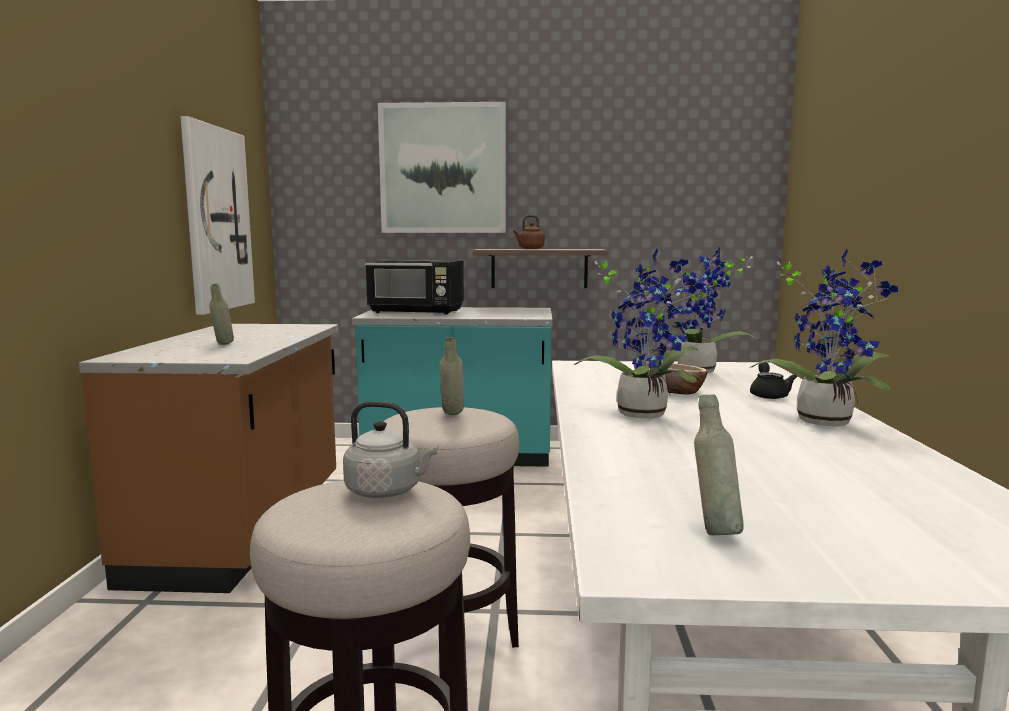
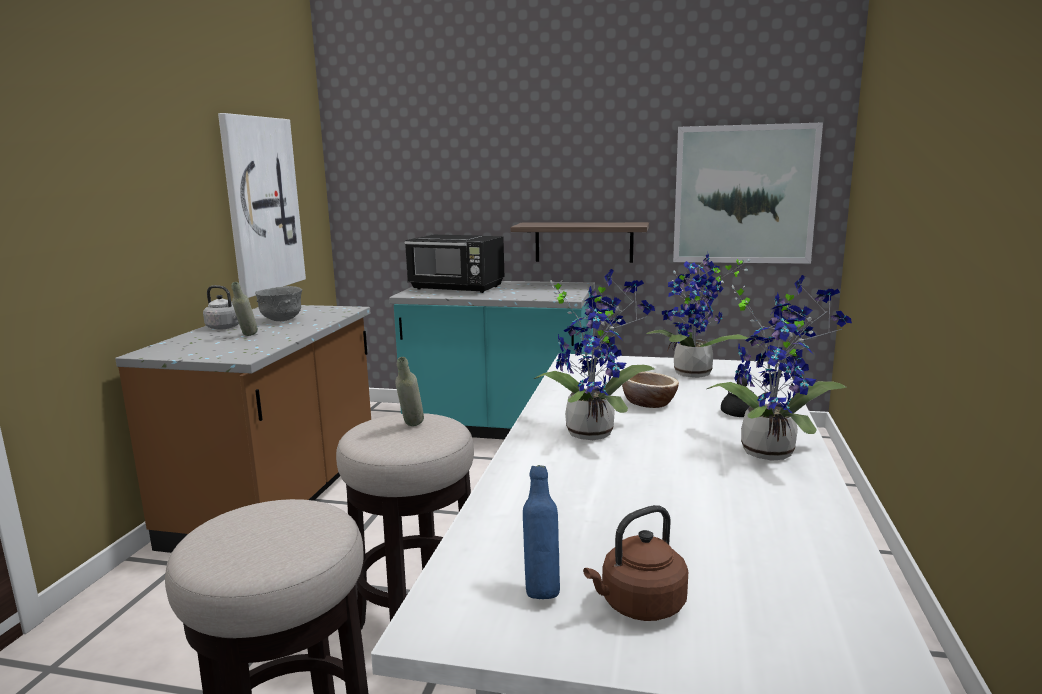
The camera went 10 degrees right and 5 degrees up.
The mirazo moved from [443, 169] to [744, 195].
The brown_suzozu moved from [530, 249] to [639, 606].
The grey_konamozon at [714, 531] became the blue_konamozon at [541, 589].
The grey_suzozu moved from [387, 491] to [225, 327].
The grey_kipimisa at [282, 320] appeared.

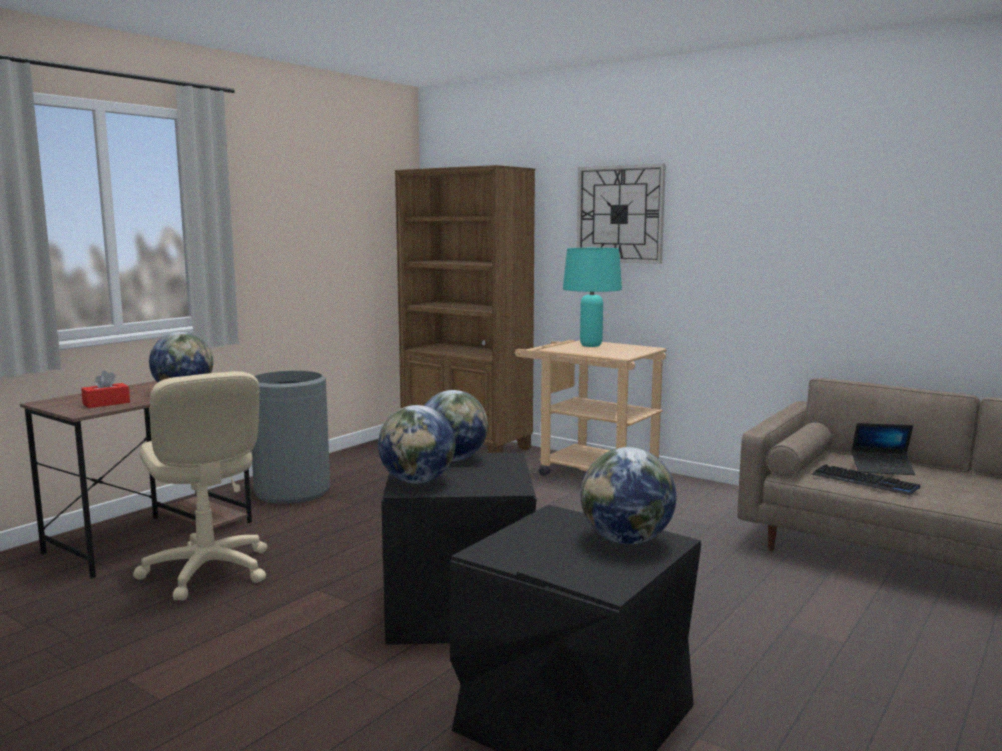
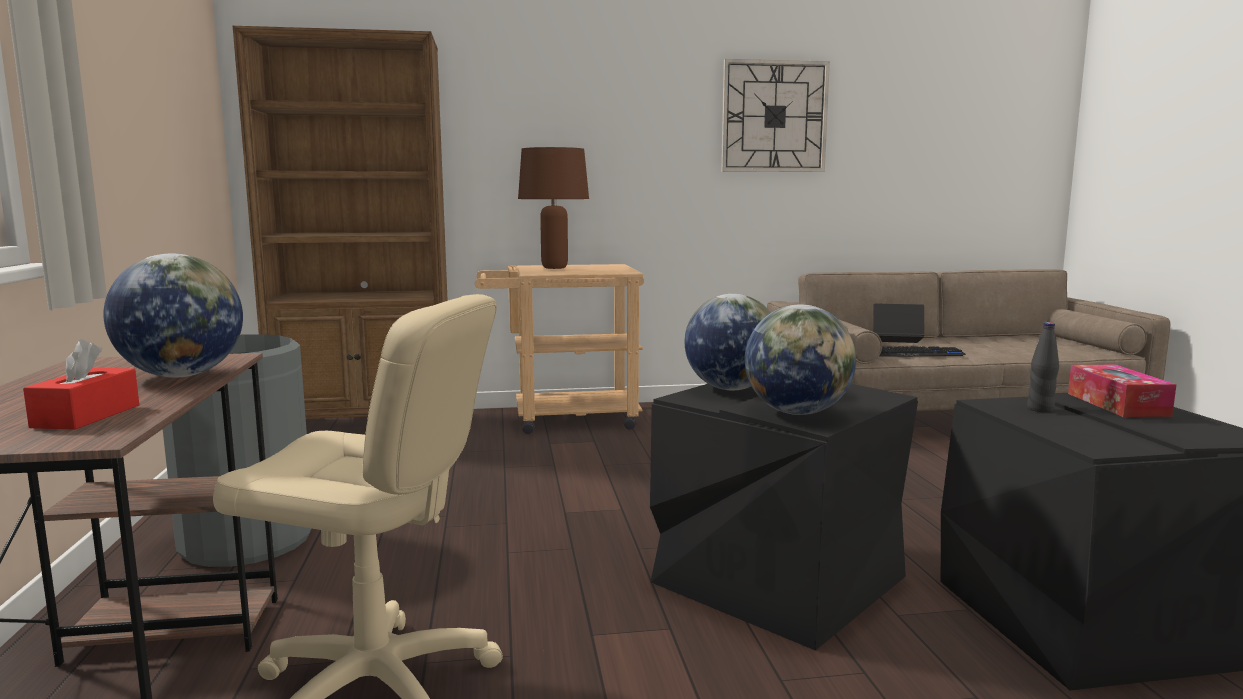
The camera went 45 degrees left and 0 degrees up.
The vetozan moved from [620, 214] to [774, 117].
The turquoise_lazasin at [591, 345] became the brown_lazasin at [554, 268].
The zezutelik at [882, 469] turned 135 degrees counterclockwise.
The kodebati at [626, 540] was replaced by the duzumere at [1117, 404].
The black_konamozon at [1040, 409] appeared.

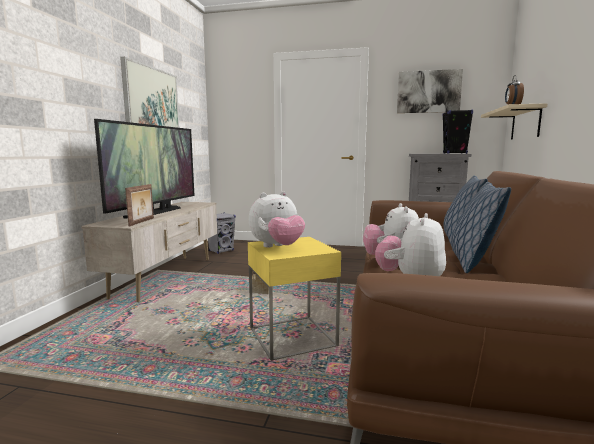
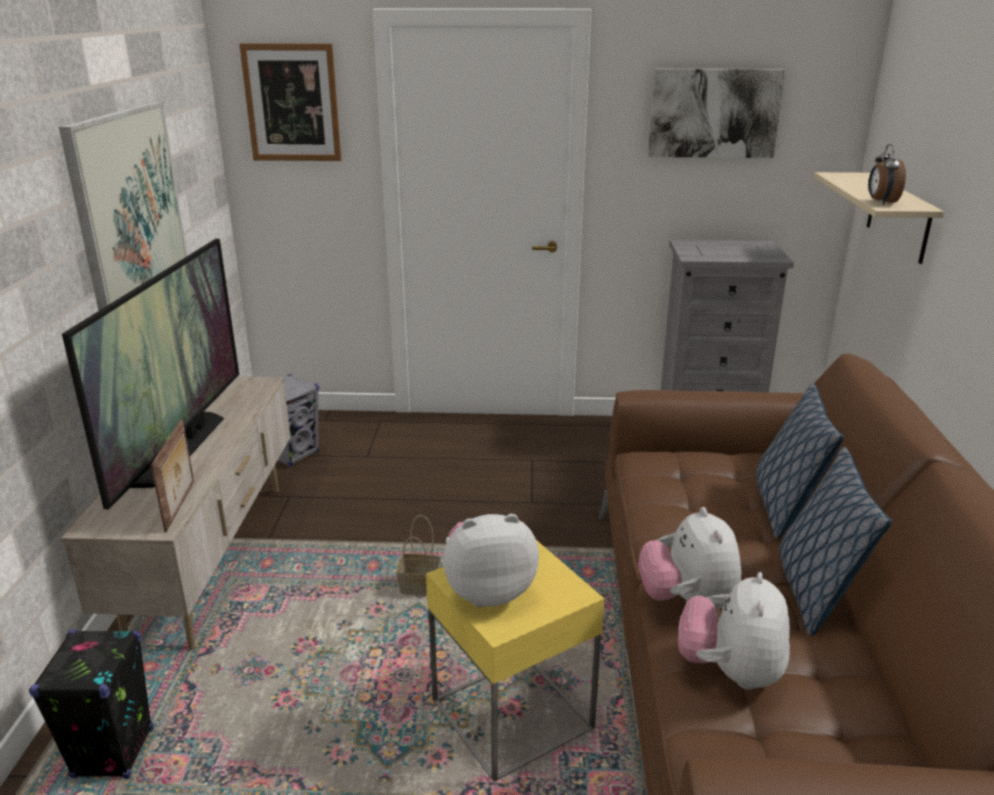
The camera went 10 degrees left and 15 degrees up.
The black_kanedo moved from [454, 153] to [113, 754].
The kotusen at [277, 247] turned 150 degrees counterclockwise.
The mirazo at [292, 103] appeared.

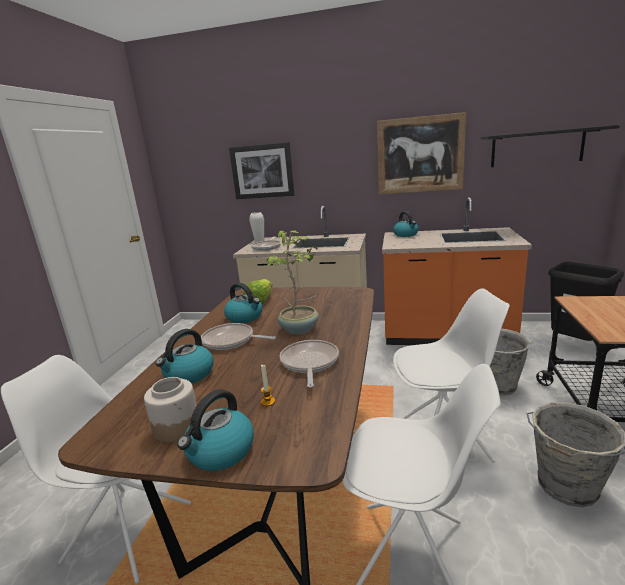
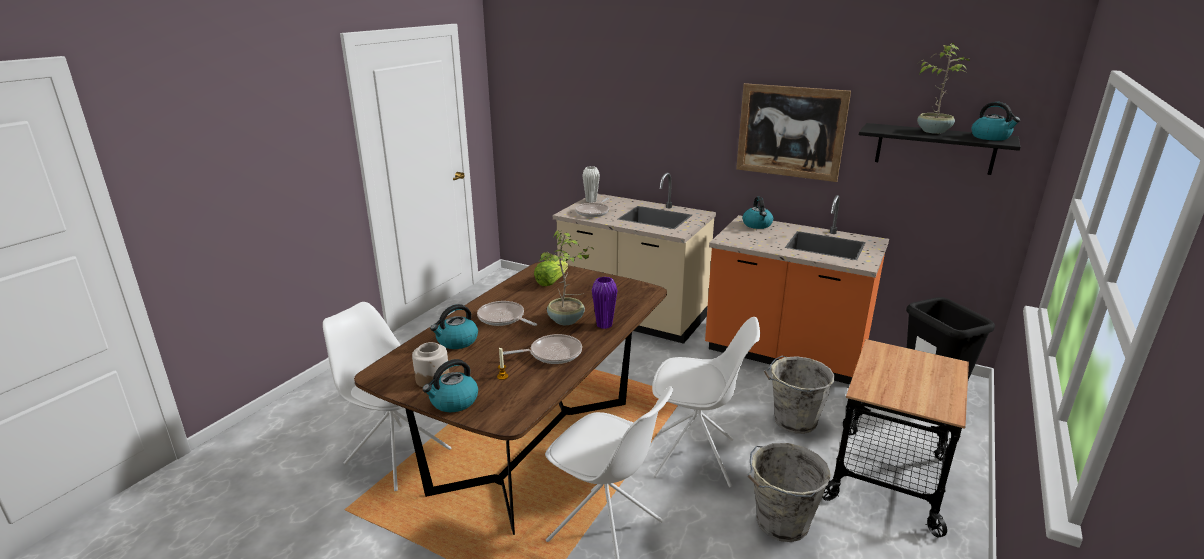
The camera went 15 degrees right and 5 degrees up.
The mirazo at [262, 171] disappeared.
The suzozu moved from [245, 317] to [991, 137].
The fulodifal at [309, 363] turned 60 degrees clockwise.
The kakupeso at [933, 131] appeared.
The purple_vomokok at [604, 325] appeared.

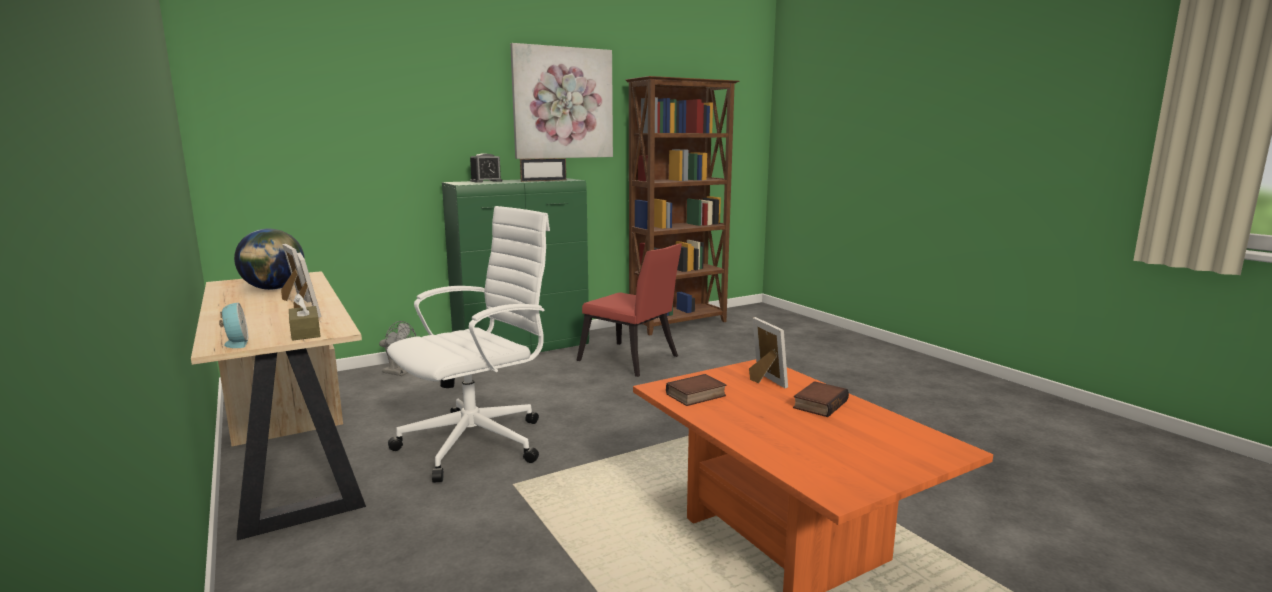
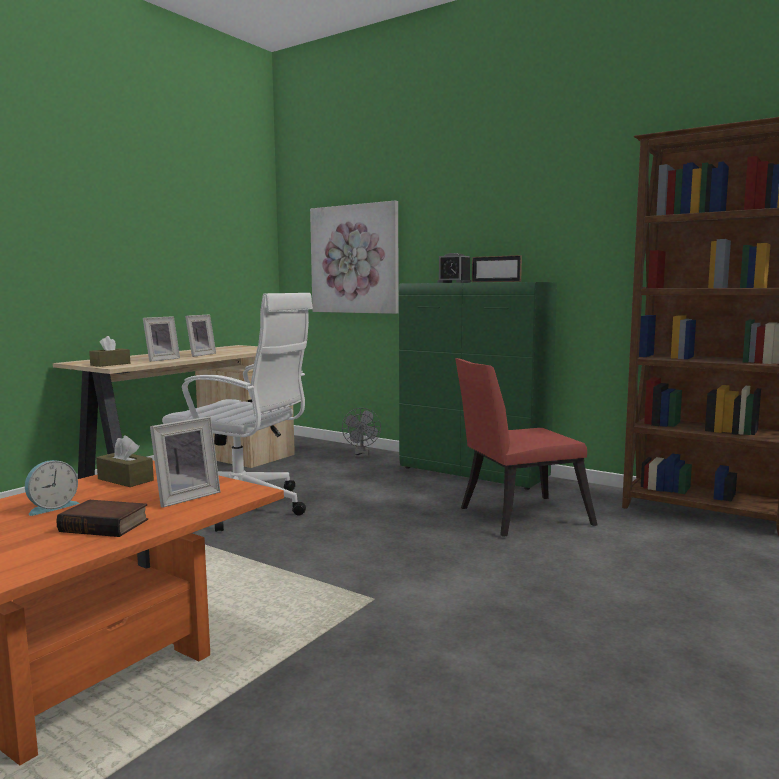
The camera went 65 degrees right and 5 degrees down.
The mirazo moved from [563, 103] to [354, 259].
The kodebati at [274, 289] disappeared.
The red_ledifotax at [632, 361] turned 60 degrees clockwise.
The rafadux moved from [236, 343] to [51, 507].
The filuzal at [696, 396] was replaced by the brown_duzumere at [125, 479].

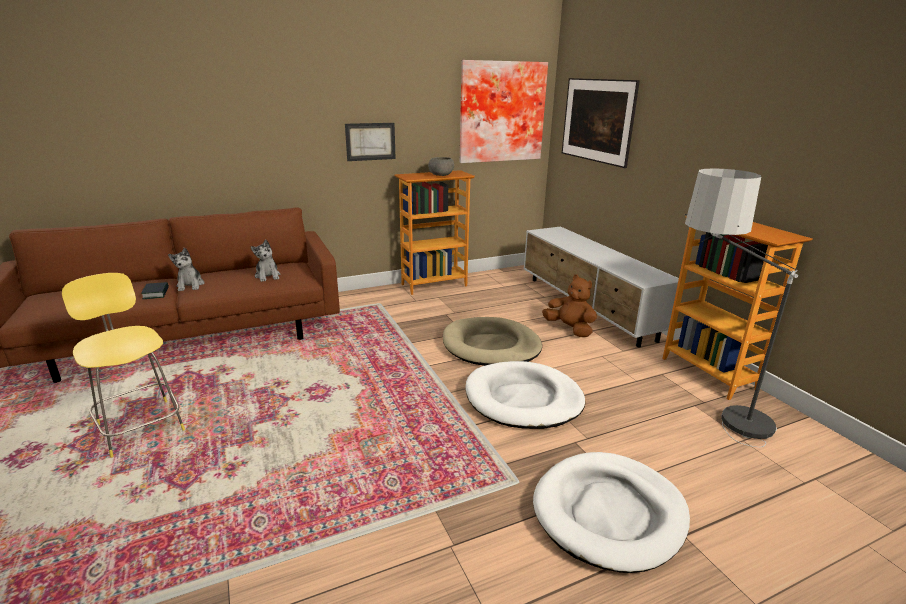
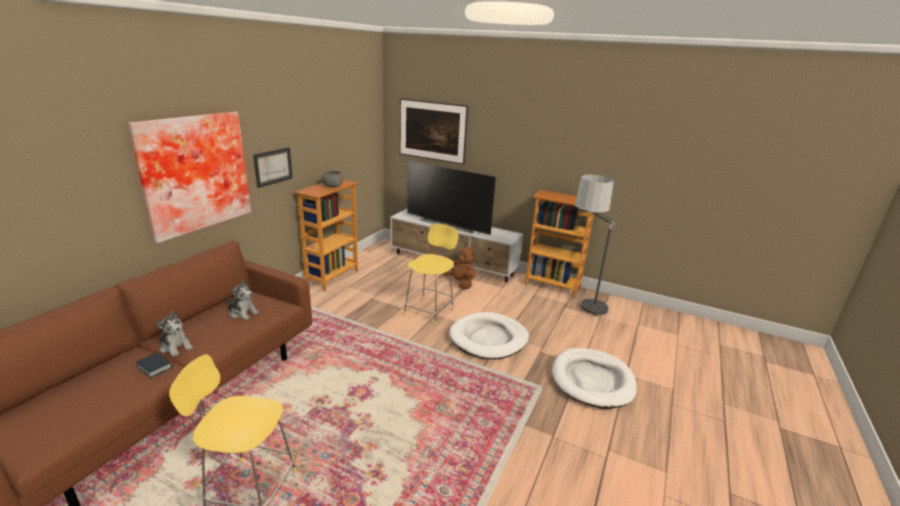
The camera went 40 degrees left and 0 degrees up.
The mirazo moved from [501, 112] to [194, 172].
The brown_kotusen at [570, 329] turned 45 degrees clockwise.
The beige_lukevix at [491, 346] was replaced by the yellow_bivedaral at [430, 311].
The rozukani at [449, 224] appeared.

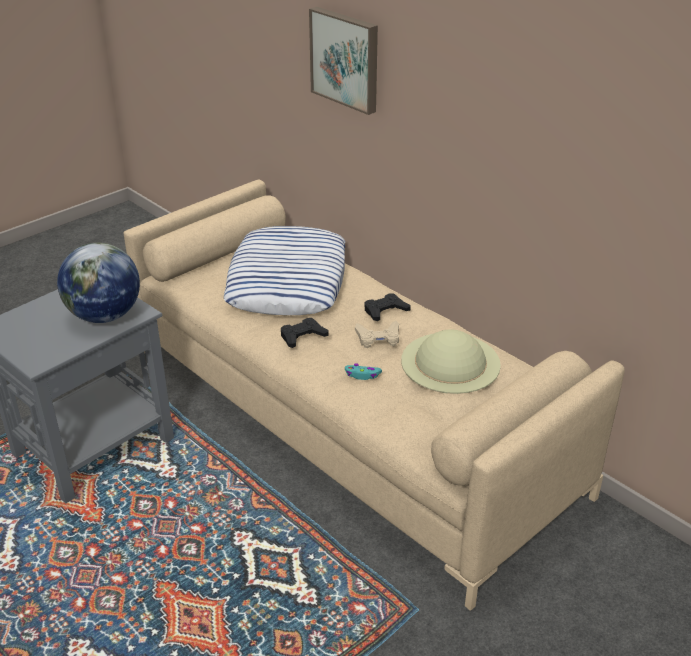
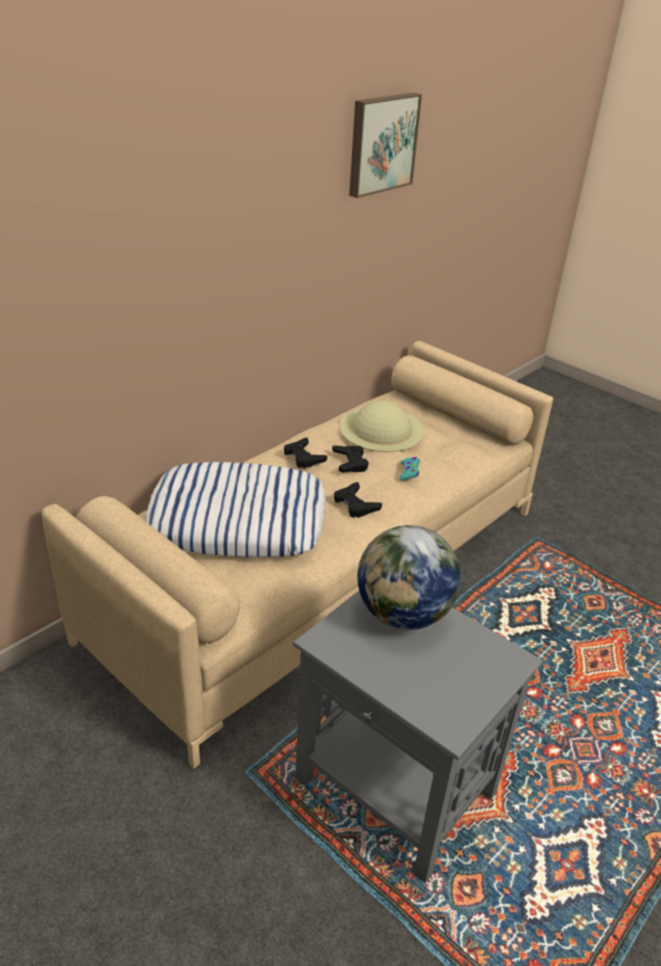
The camera went 95 degrees left and 0 degrees up.
The mirazo moved from [346, 59] to [381, 143].
The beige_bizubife at [378, 338] became the black_bizubife at [350, 462].

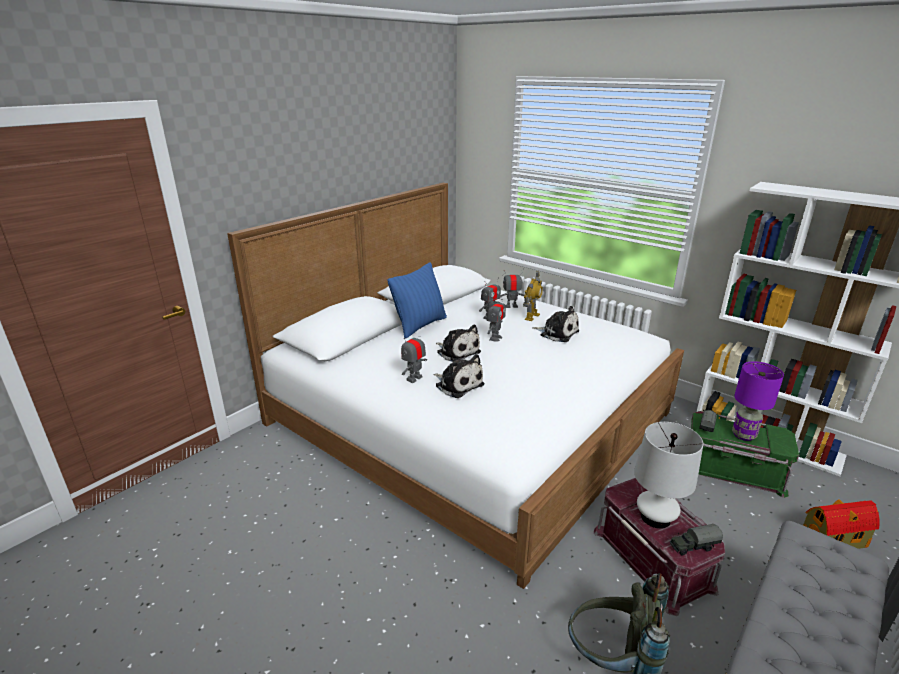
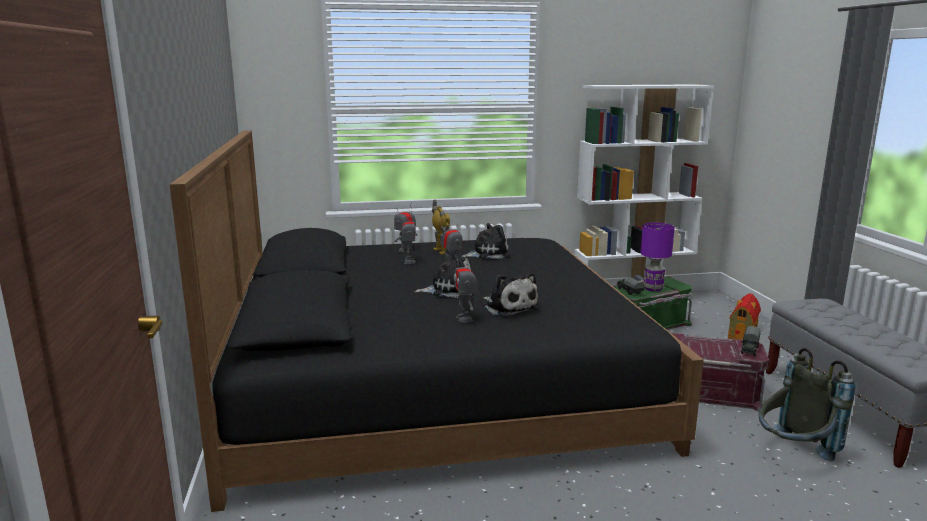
The camera went 50 degrees left and 10 degrees down.
The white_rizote at [469, 417] became the black_rizote at [434, 382].
The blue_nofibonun at [420, 325] disappeared.
The kotusen at [458, 384] turned 60 degrees clockwise.
The white_lazasin at [655, 517] disappeared.

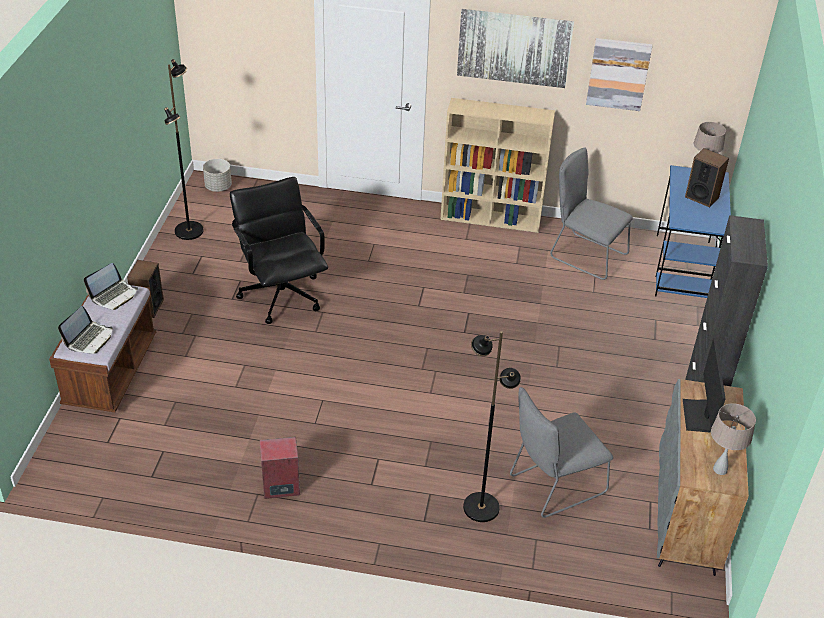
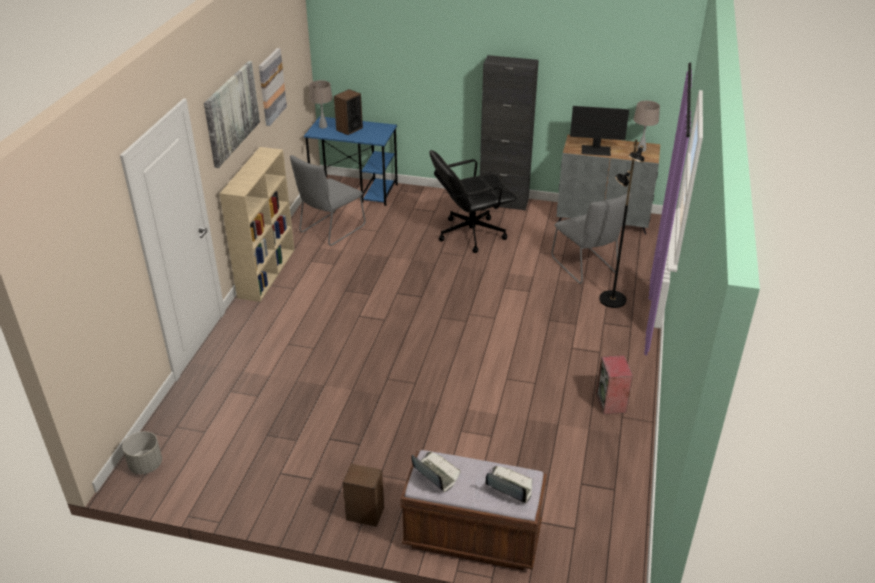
The camera went 85 degrees left and 5 degrees down.
The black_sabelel at [189, 231] disappeared.
The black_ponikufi moved from [282, 295] to [470, 234].

